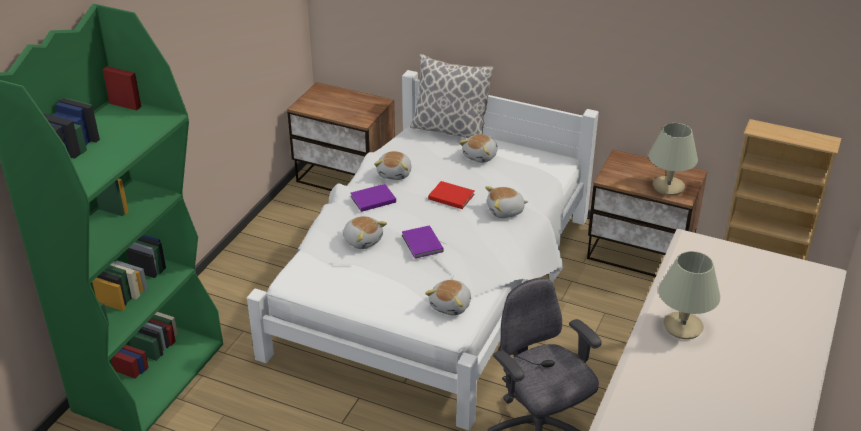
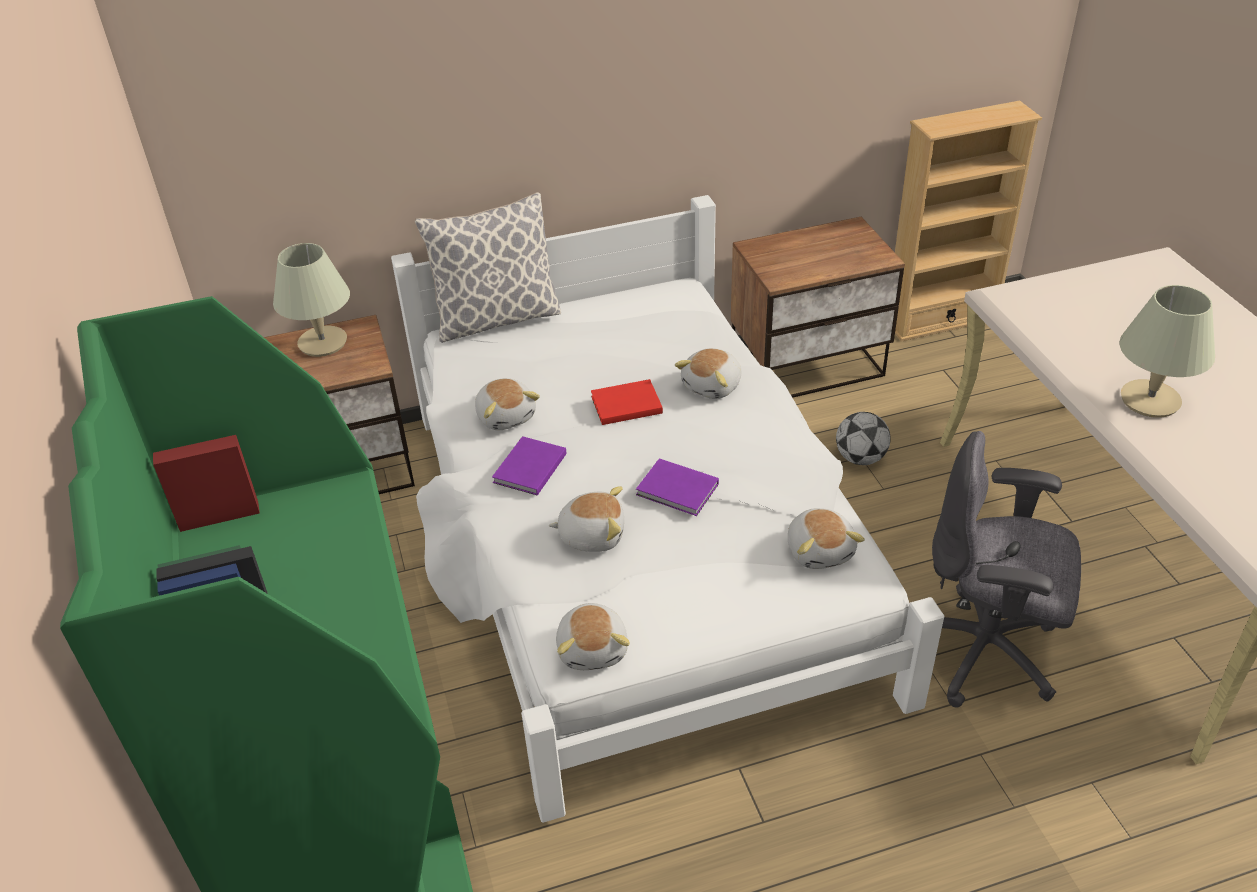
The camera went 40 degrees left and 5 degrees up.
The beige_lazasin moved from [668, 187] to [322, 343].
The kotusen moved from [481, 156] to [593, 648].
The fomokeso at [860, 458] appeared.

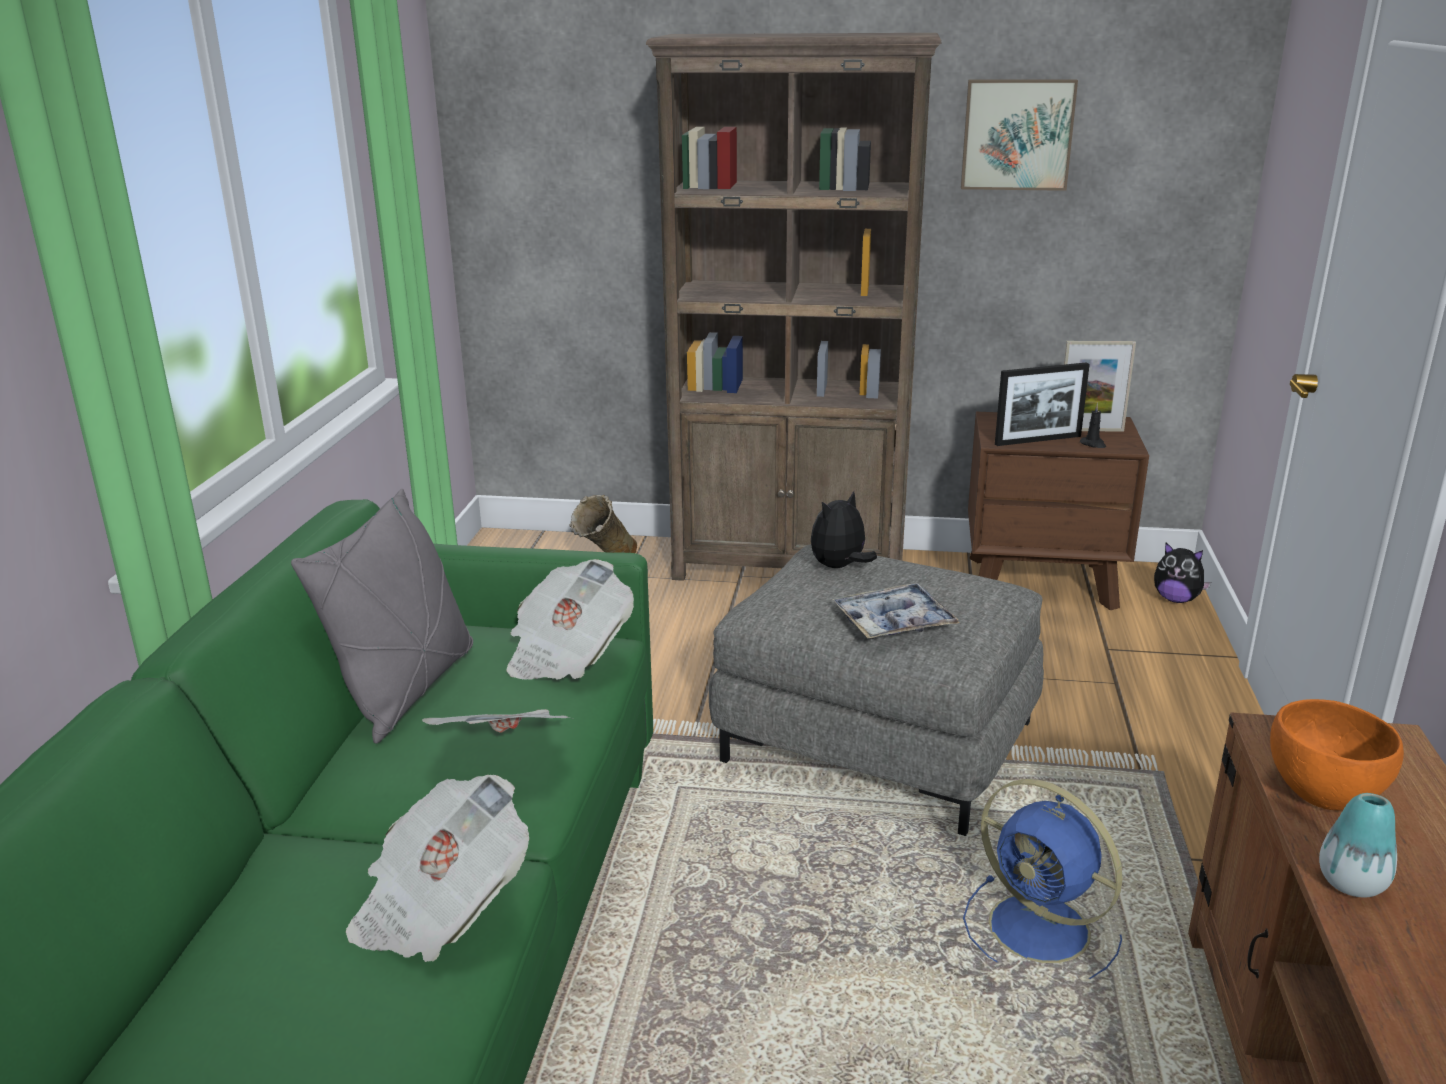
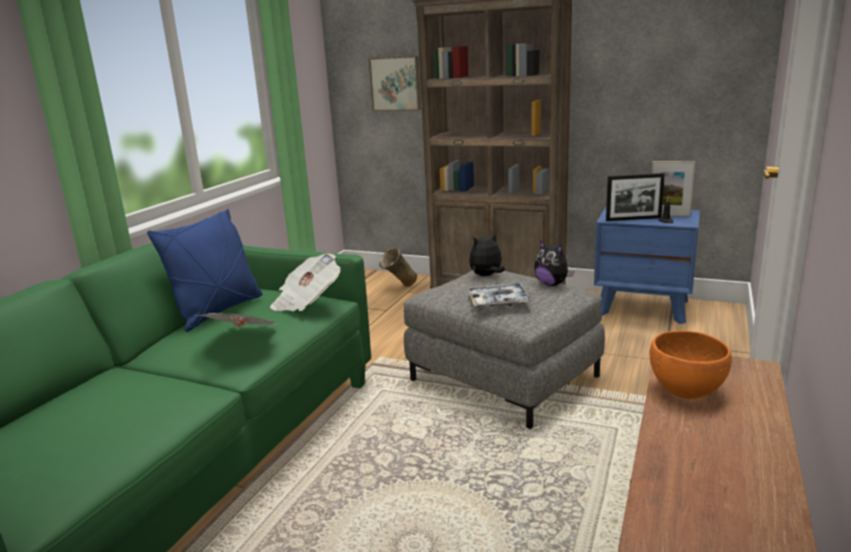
The camera went 15 degrees right and 5 degrees down.
The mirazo moved from [1017, 134] to [396, 83].
The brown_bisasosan at [1042, 582] became the blue_bisasosan at [643, 307].
The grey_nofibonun at [407, 689] became the blue_nofibonun at [218, 311].
The kotusen moved from [1176, 599] to [552, 284].
The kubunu at [440, 906] disappeared.
The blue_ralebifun at [1043, 931] disappeared.
The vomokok at [1351, 883] disappeared.

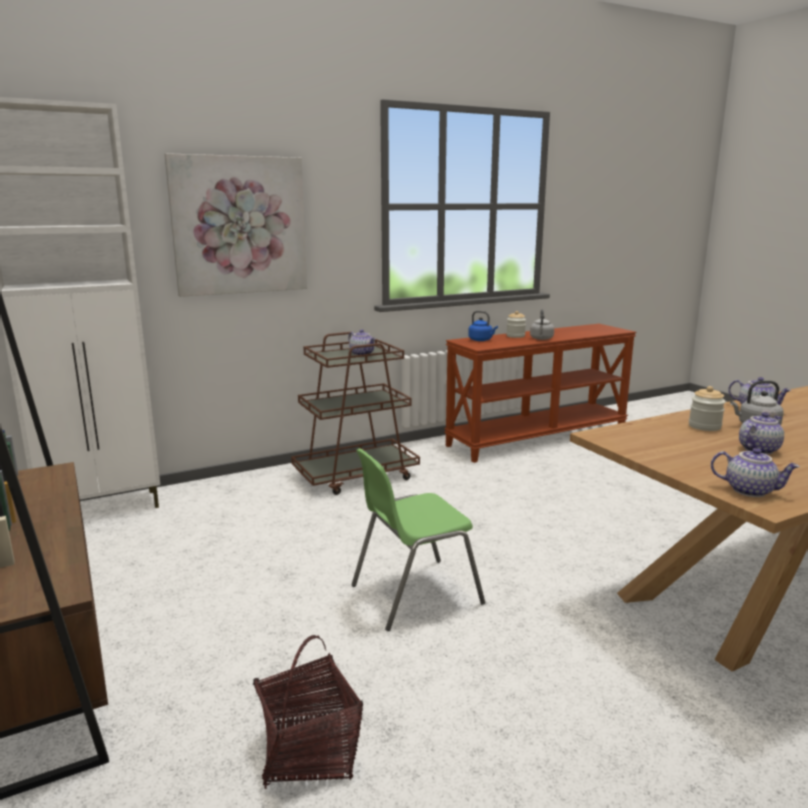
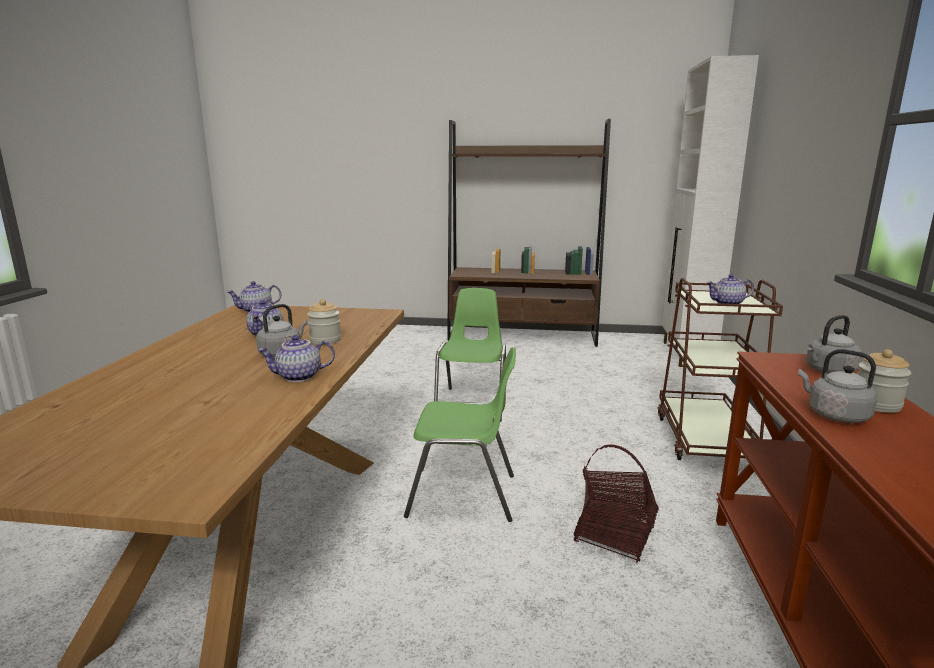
The camera went 125 degrees right and 0 degrees up.
The mirazo at [239, 225] disappeared.
The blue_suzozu at [481, 340] became the grey_suzozu at [828, 371].
The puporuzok moved from [310, 751] to [614, 535].
The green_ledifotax at [464, 495] appeared.

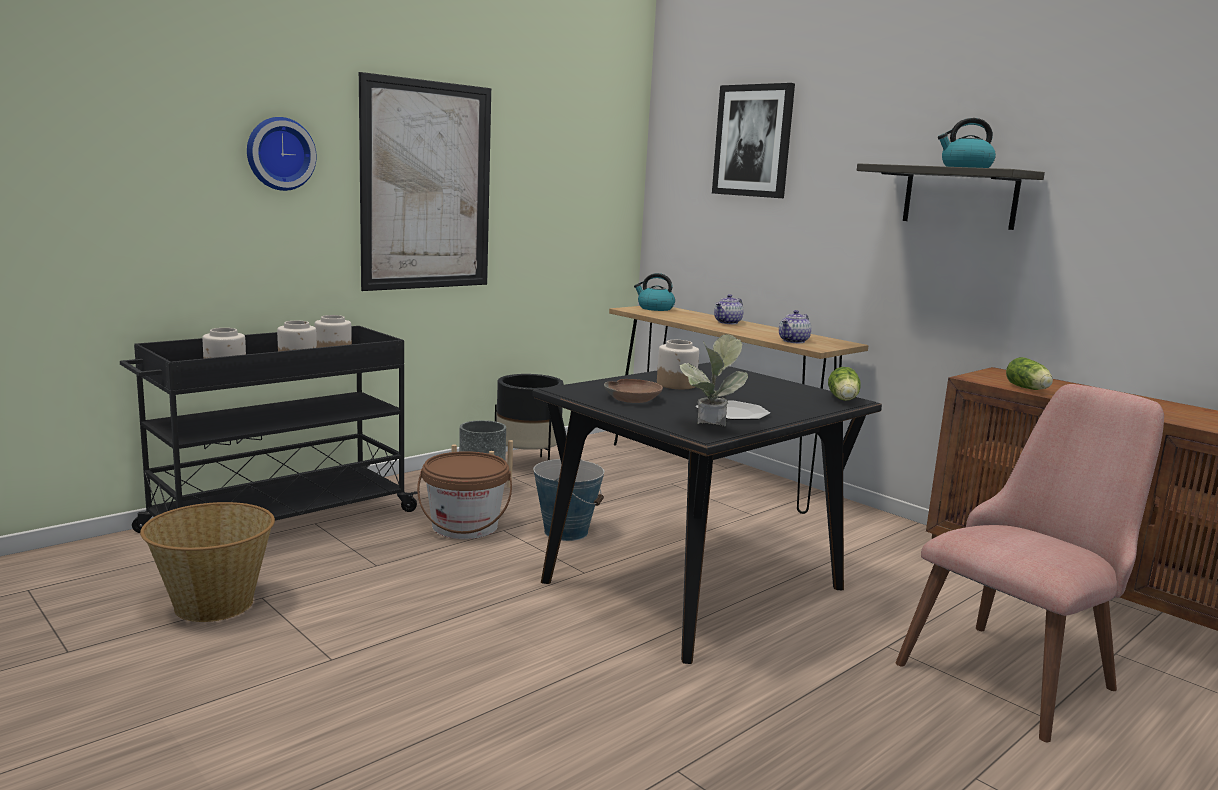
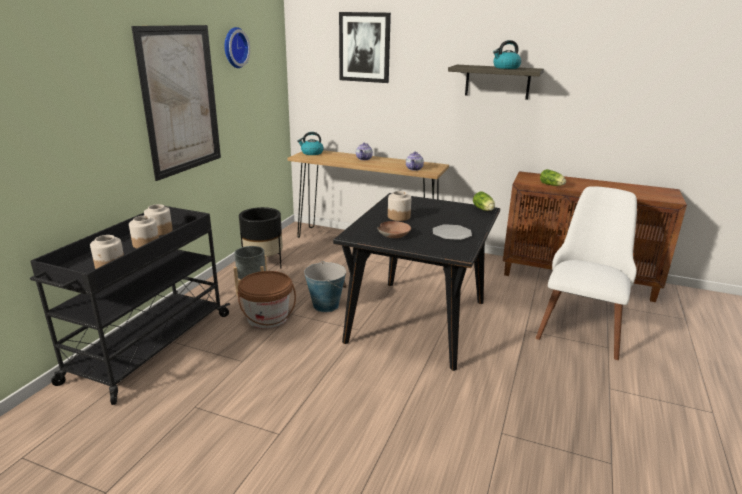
The camera went 25 degrees left and 10 degrees up.
The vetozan moved from [279, 154] to [234, 47].
The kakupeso at [708, 429] disappeared.
The pink_ledifotax at [1019, 669] became the white_ledifotax at [581, 325].
The puporuzok at [213, 604] disappeared.

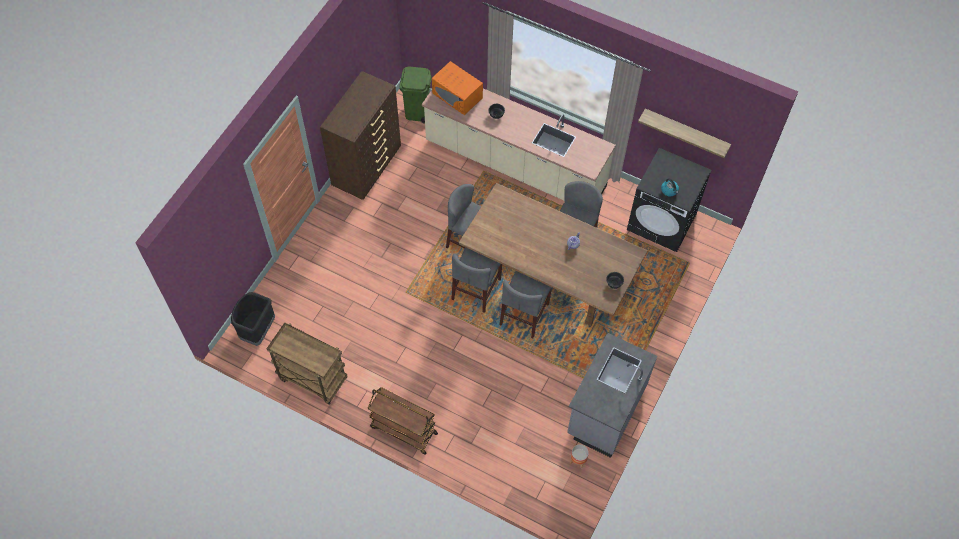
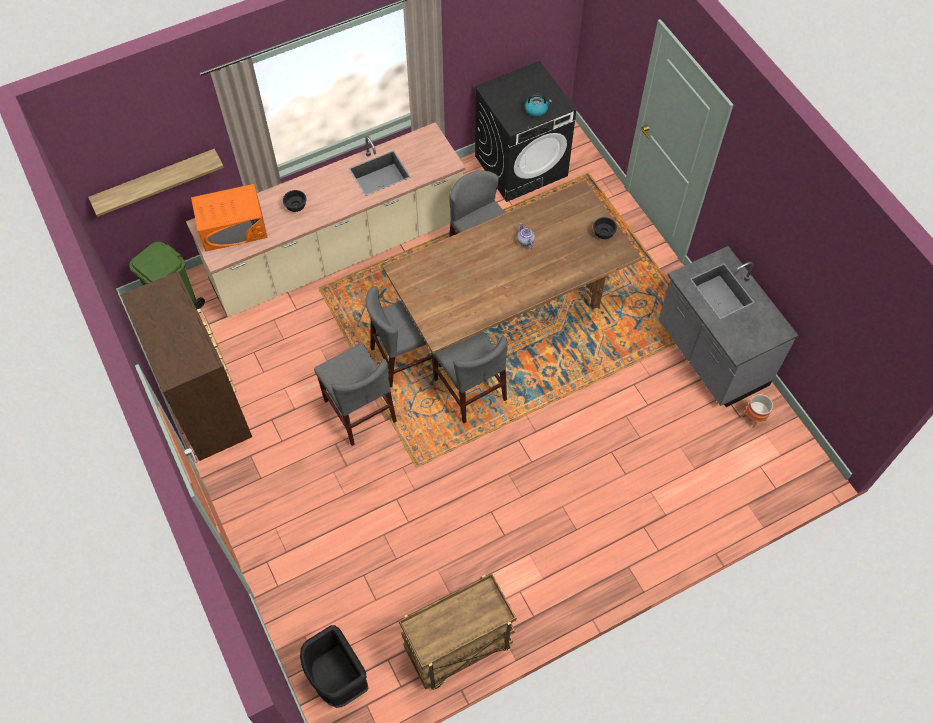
The camera went 55 degrees left and 0 degrees up.
The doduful moved from [686, 132] to [155, 181].
The grey_ledifotax moved from [524, 314] to [359, 410].
The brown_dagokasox at [403, 430] disappeared.

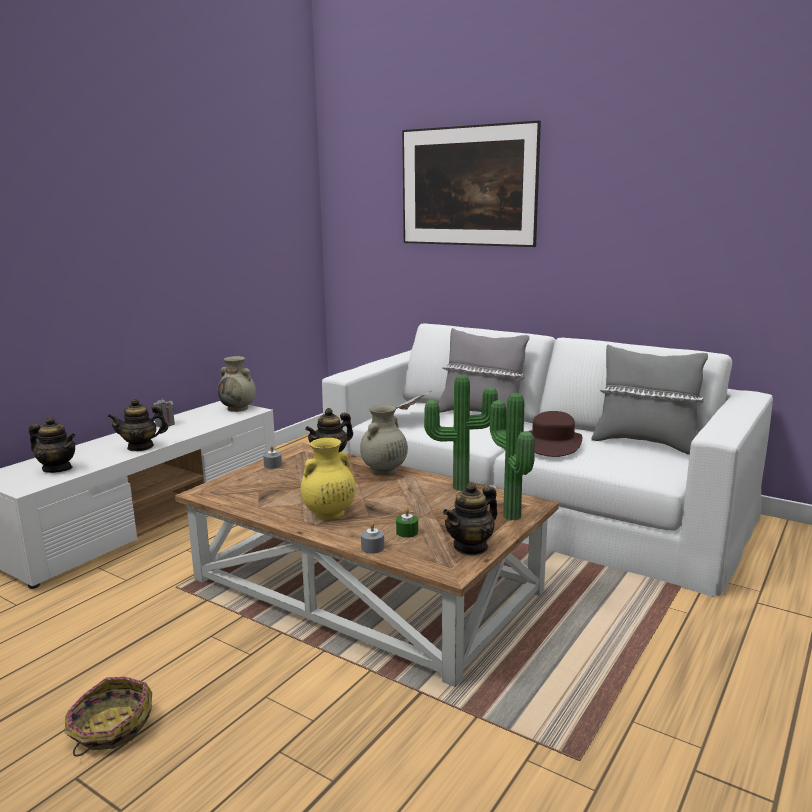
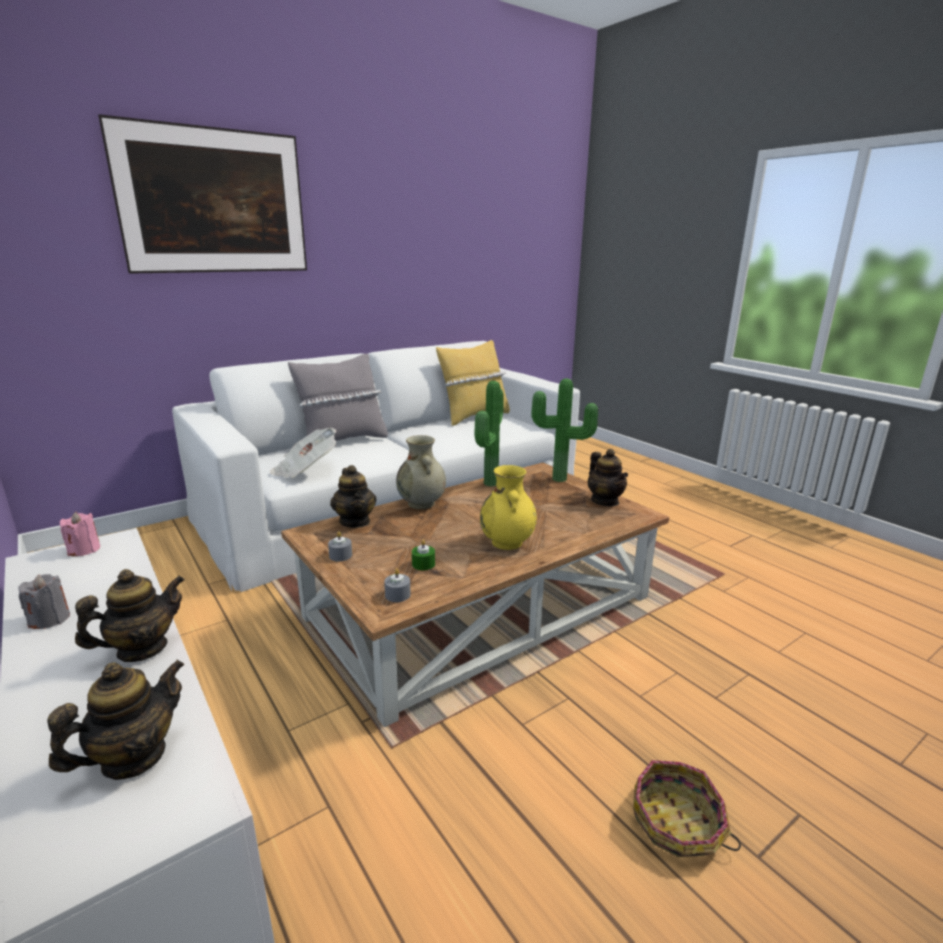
The camera went 70 degrees left and 5 degrees up.
The grey_nofibonun at [645, 443] became the yellow_nofibonun at [473, 416].
The beige_vomokok at [238, 408] was replaced by the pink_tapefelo at [84, 550].
The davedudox at [140, 447] turned 135 degrees counterclockwise.
The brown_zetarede at [552, 443] disappeared.
The green_tapefelo moved from [407, 532] to [423, 564].
The grey_tapefelo moved from [372, 548] to [397, 595].

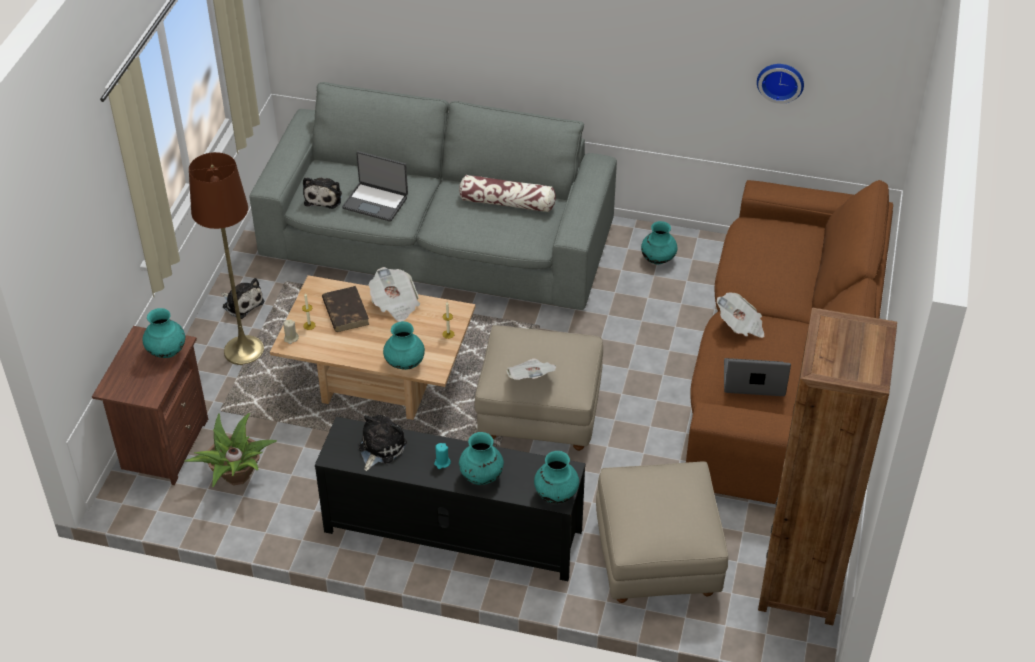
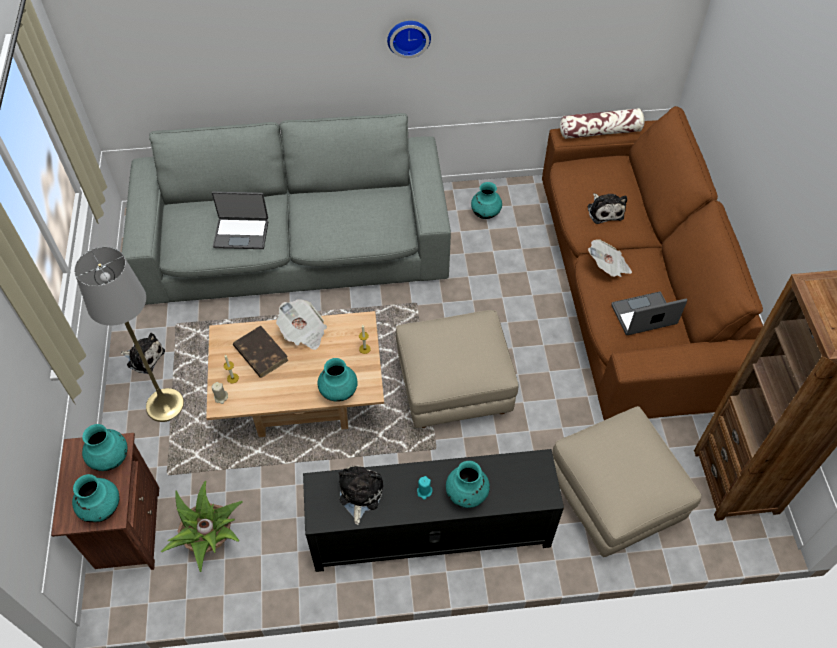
The camera went 20 degrees left and 10 degrees up.
The vetozan moved from [780, 81] to [408, 36].
The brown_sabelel at [244, 350] became the grey_sabelel at [165, 405].
The nofibonun moved from [507, 203] to [600, 131].
The kotusen moved from [324, 197] to [604, 211].
The kubunu at [530, 378] disappeared.
The turquoise_vomokok moved from [556, 494] to [101, 508].

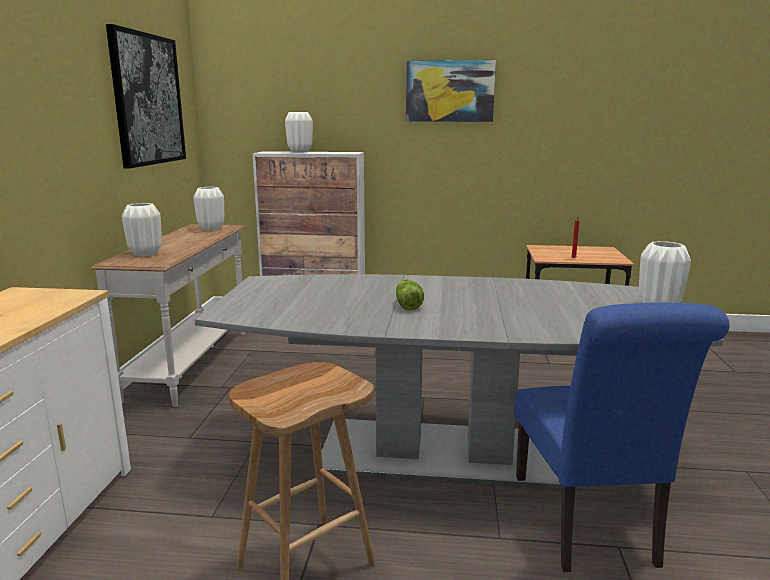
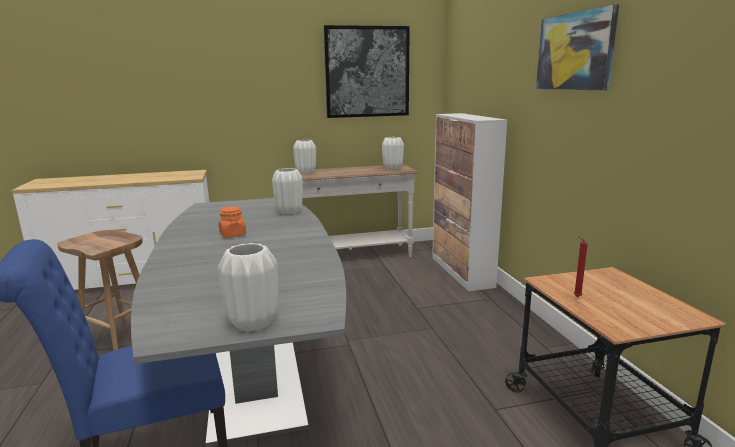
The camera went 70 degrees right and 0 degrees up.
The white_vomokok moved from [300, 152] to [289, 212].
The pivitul at [408, 304] was replaced by the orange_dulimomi at [233, 235].

